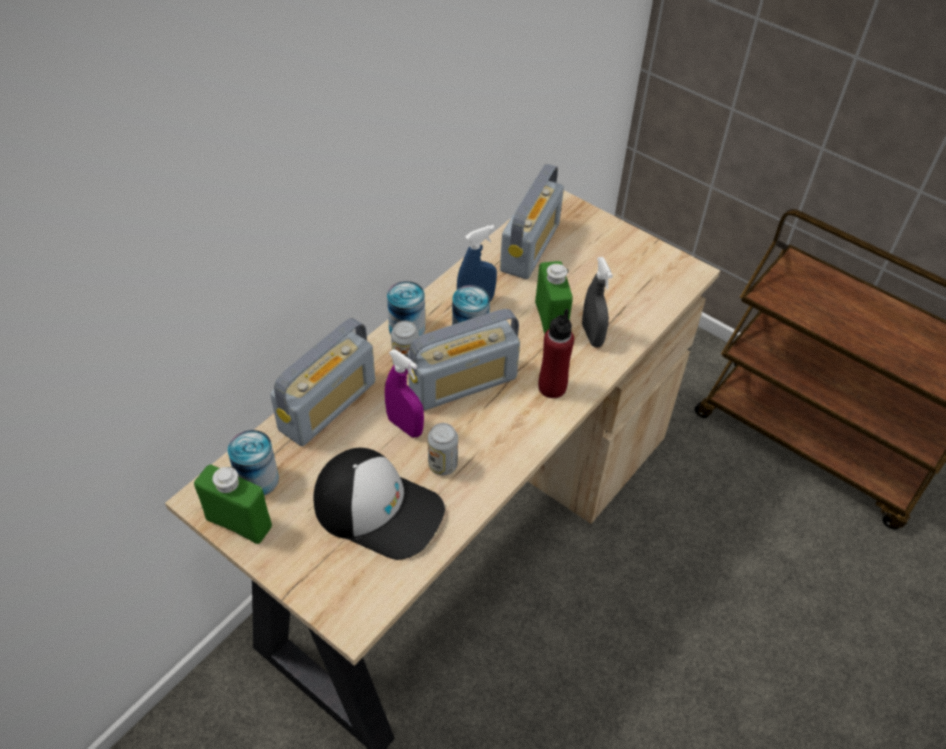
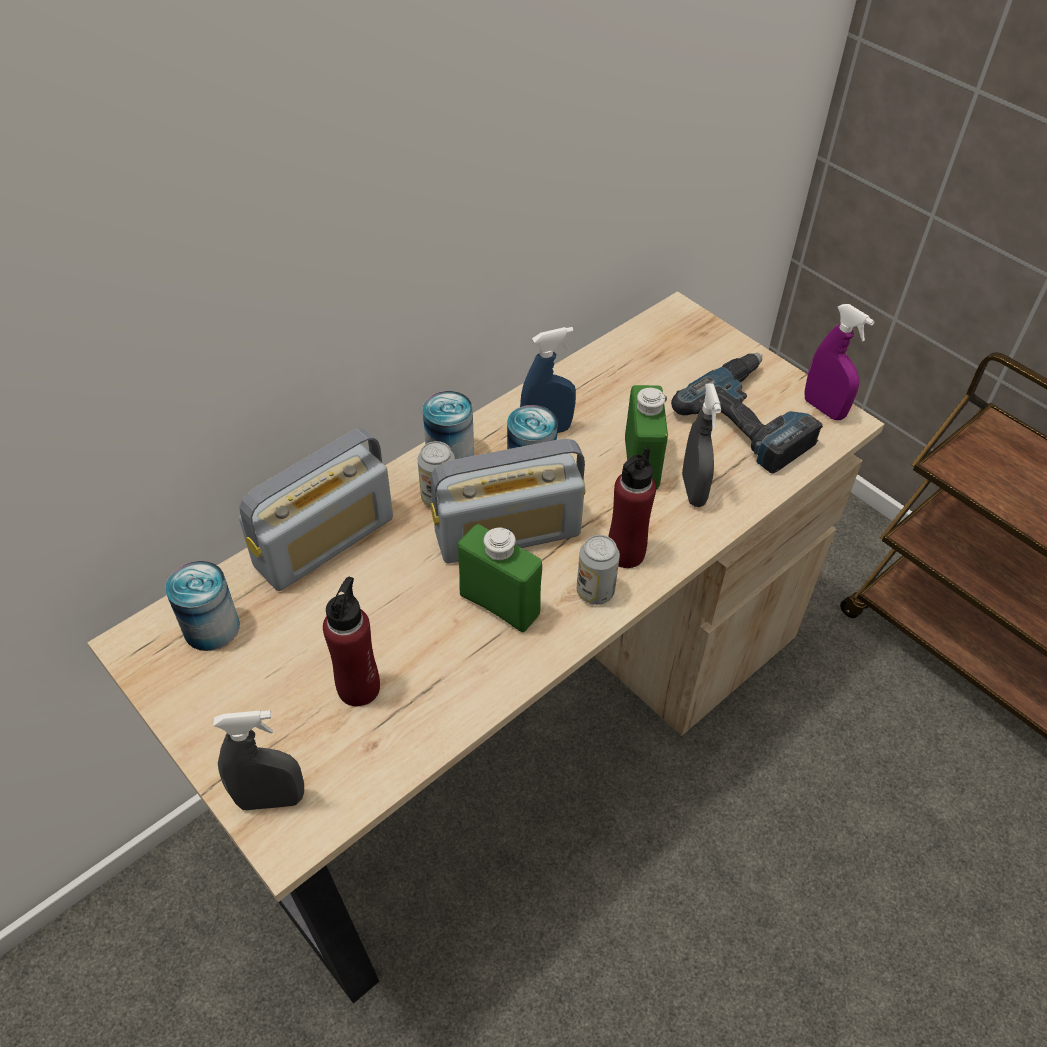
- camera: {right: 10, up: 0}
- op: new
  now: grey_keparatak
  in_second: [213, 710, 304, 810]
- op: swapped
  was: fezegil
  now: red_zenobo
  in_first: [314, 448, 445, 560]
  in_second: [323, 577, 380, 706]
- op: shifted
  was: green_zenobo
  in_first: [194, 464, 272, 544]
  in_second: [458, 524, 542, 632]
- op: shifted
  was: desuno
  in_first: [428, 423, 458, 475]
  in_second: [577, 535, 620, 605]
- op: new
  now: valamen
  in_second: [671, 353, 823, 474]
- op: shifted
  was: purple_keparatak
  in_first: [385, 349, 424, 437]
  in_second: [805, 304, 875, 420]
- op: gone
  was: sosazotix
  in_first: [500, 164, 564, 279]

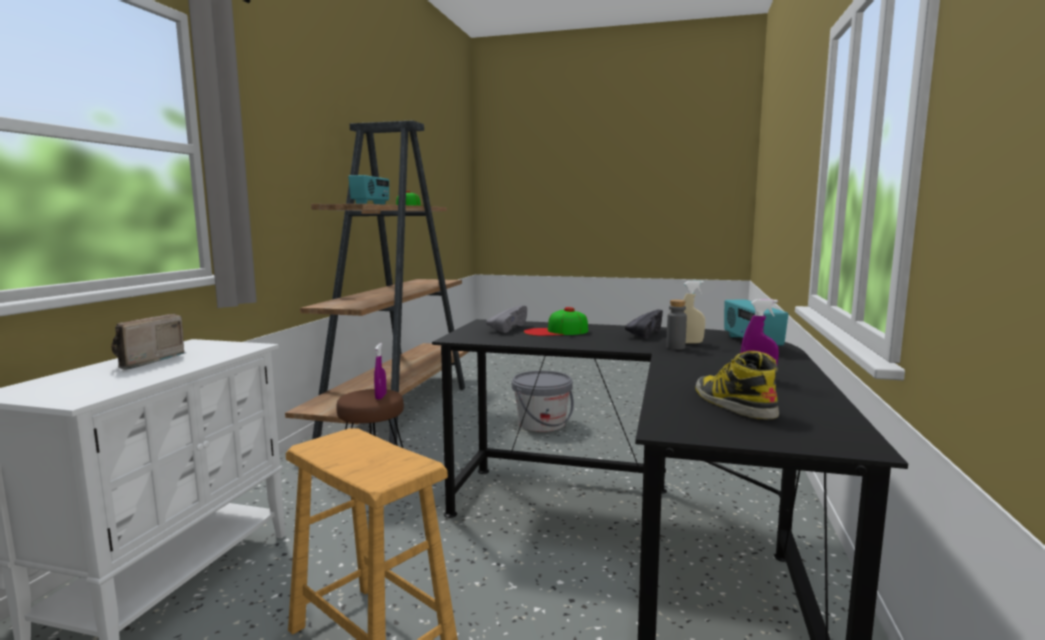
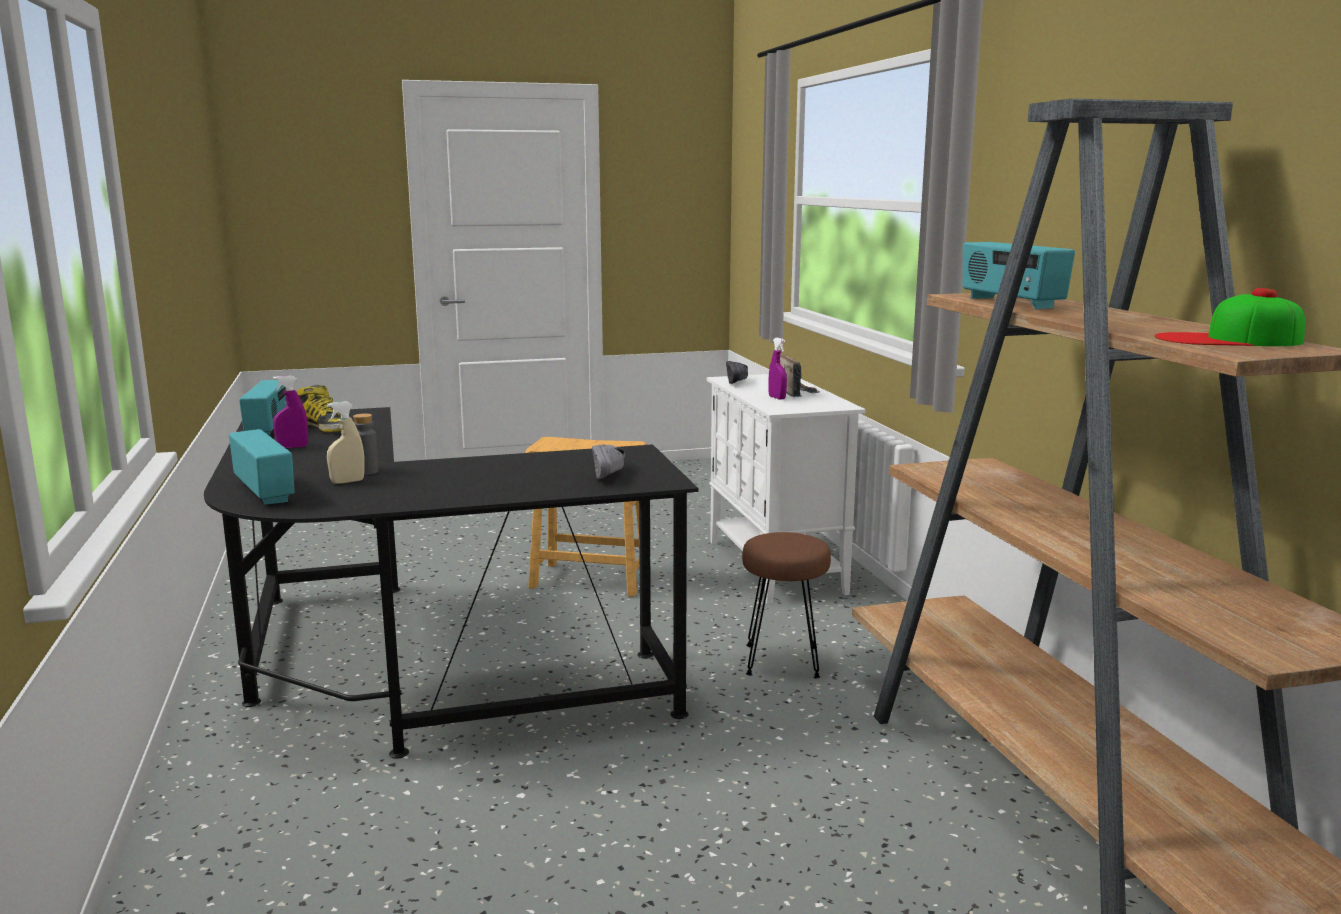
- camera: {right: 150, up: 5}
- op: new
  now: sosazotix
  in_second: [239, 380, 287, 436]
- op: shifted
  was: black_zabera
  in_first: [625, 310, 663, 339]
  in_second: [726, 361, 748, 384]
- op: shifted
  was: purple_keparatak
  in_first: [374, 343, 386, 399]
  in_second: [768, 338, 787, 399]
- op: gone
  was: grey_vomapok
  in_first: [512, 371, 574, 432]
- op: gone
  was: fezegil
  in_first: [524, 307, 588, 336]

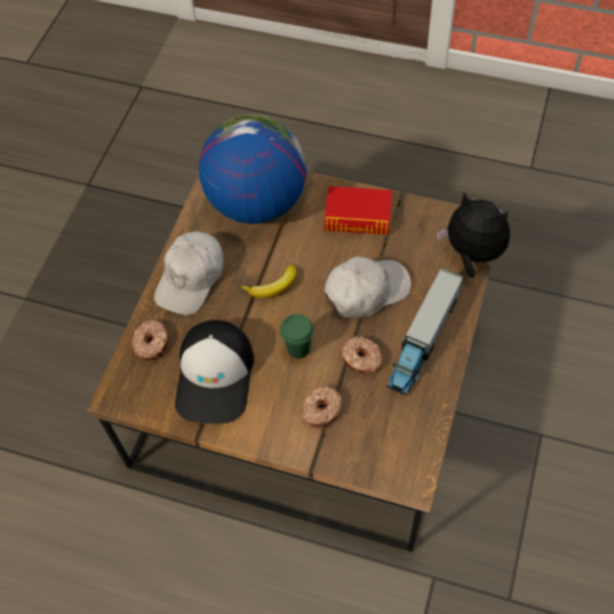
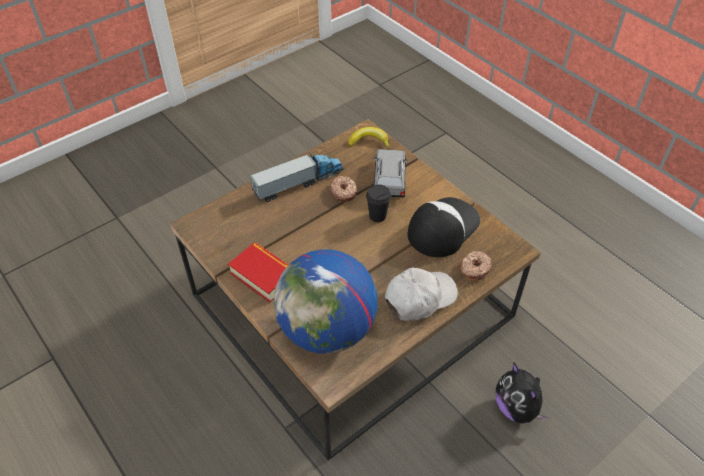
- camera: {right: -150, up: -10}
- op: shifted
  was: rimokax
  in_first: [240, 265, 297, 298]
  in_second: [348, 127, 390, 148]
- op: repainted
  was: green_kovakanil
  now: black_kovakanil
  in_first: [280, 314, 314, 359]
  in_second: [366, 185, 391, 222]
- op: swapped
  was: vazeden
  now: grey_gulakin
  in_first: [301, 385, 343, 428]
  in_second: [374, 149, 407, 198]
- op: shifted
  was: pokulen
  in_first: [436, 192, 510, 278]
  in_second: [496, 363, 548, 424]
- op: gone
  was: white_fezegil
  in_first: [324, 256, 411, 318]

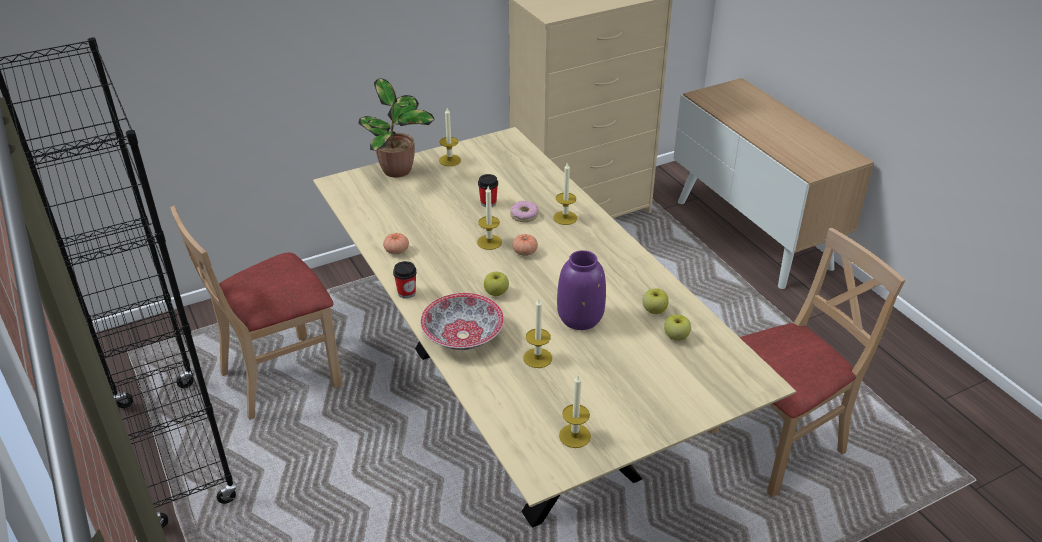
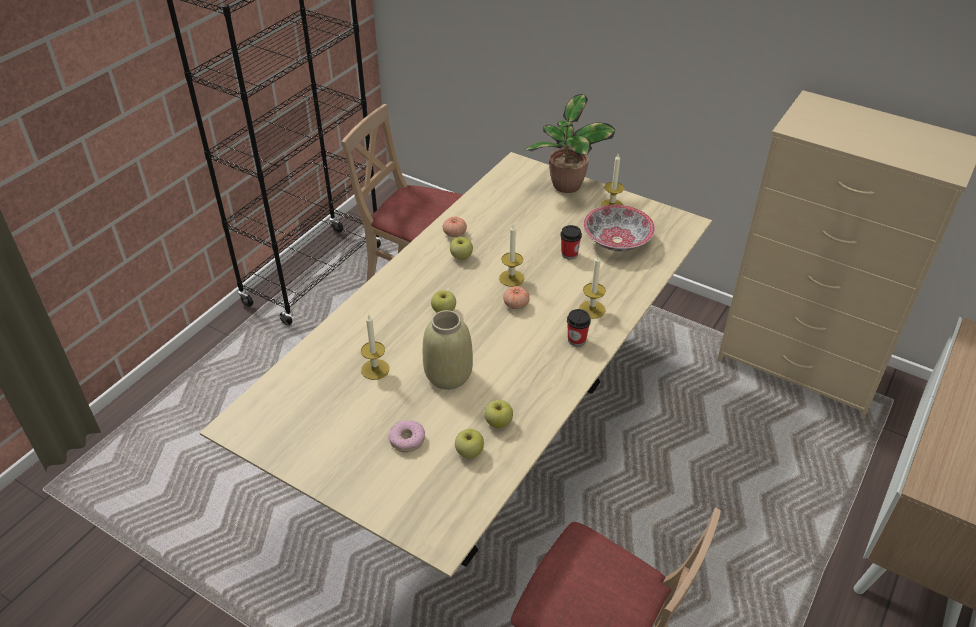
- camera: {right: 60, up: 5}
- op: shifted
  was: vazeden
  in_first: [510, 201, 539, 222]
  in_second: [389, 420, 425, 452]
- op: repainted
  was: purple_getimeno
  now: beige_getimeno
  in_first: [557, 250, 606, 330]
  in_second: [423, 310, 473, 390]
- op: new
  now: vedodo
  in_second: [450, 237, 473, 260]
- op: shifted
  was: kovakanil
  in_first: [393, 261, 417, 299]
  in_second: [567, 309, 591, 346]
- op: shifted
  was: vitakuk
  in_first: [420, 293, 504, 350]
  in_second: [583, 205, 655, 251]
- op: gone
  was: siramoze
  in_first: [559, 375, 591, 448]

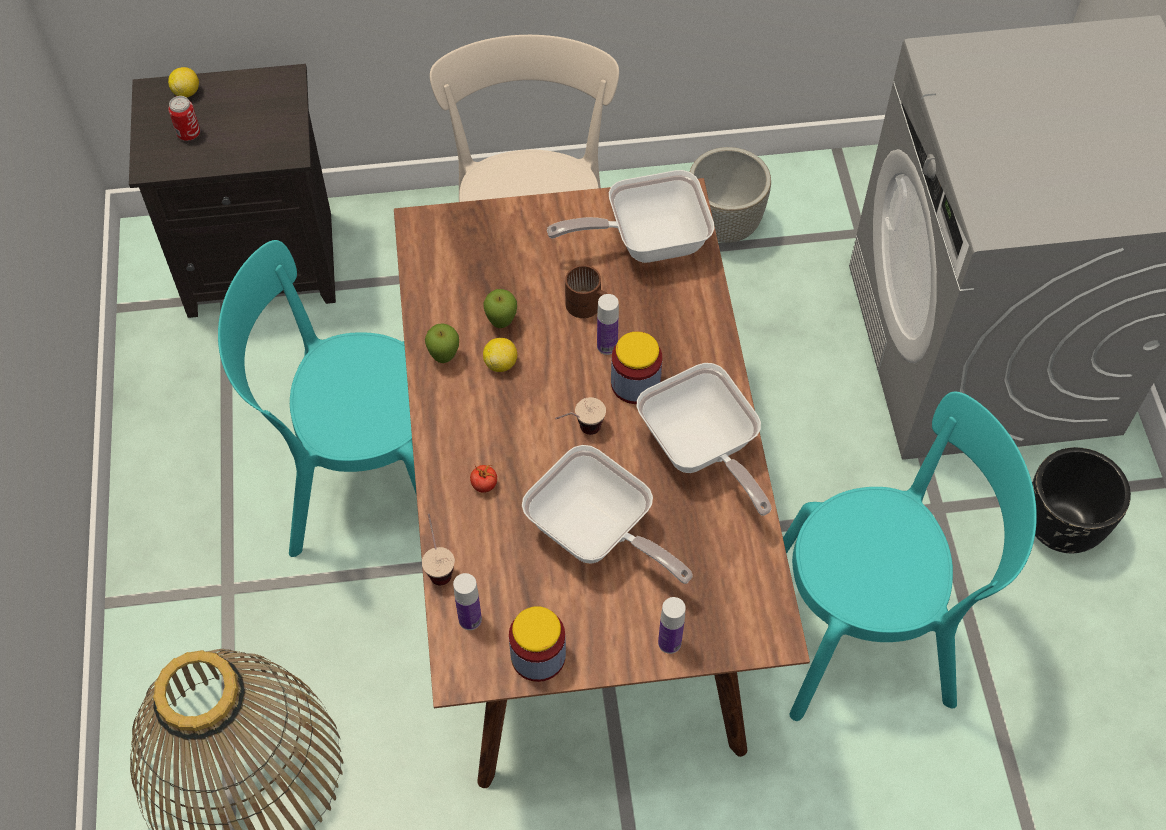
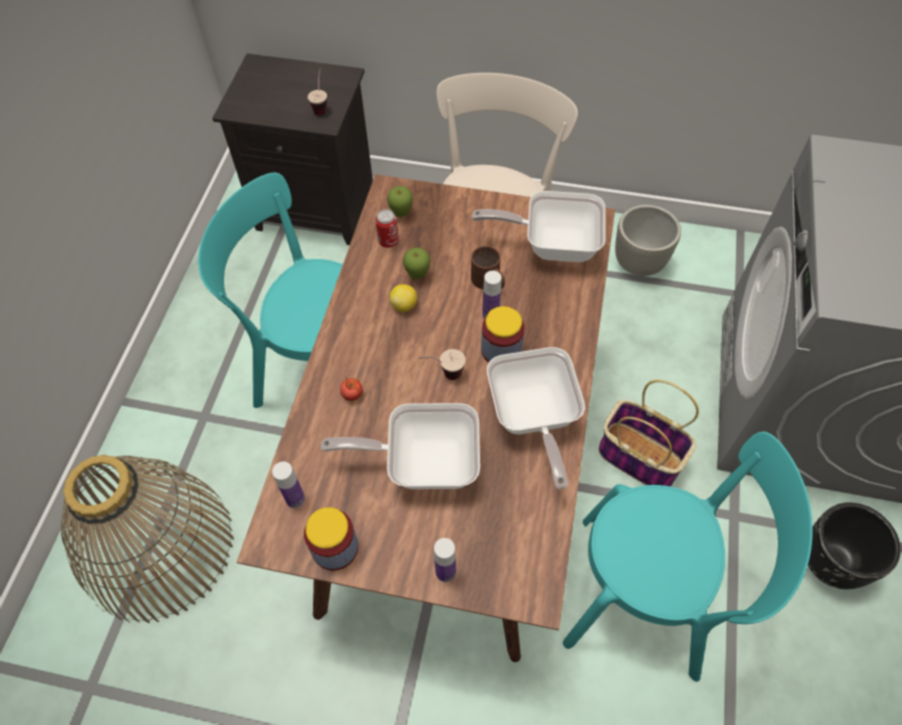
- camera: {right: 20, up: 0}
- op: shifted
  was: kovakanil
  in_first: [422, 514, 455, 585]
  in_second: [308, 68, 327, 115]
- op: rotated
  was: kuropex
  in_first: [522, 445, 693, 584]
  in_second: [321, 403, 480, 489]
  clockwise: 120
- op: shifted
  was: desuno
  in_first: [168, 96, 200, 141]
  in_second: [375, 209, 399, 248]
- op: shifted
  was: vedodo
  in_first: [425, 323, 459, 363]
  in_second: [387, 186, 413, 217]
- op: new
  now: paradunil
  in_second: [599, 380, 699, 487]
- op: gone
  was: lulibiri
  in_first: [168, 67, 199, 97]

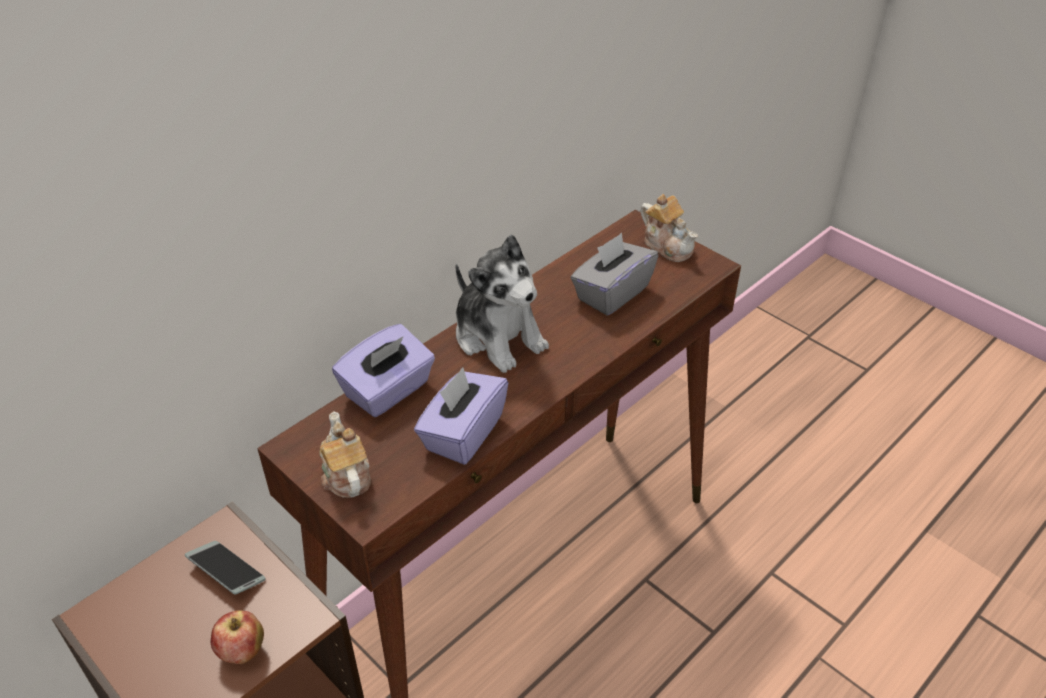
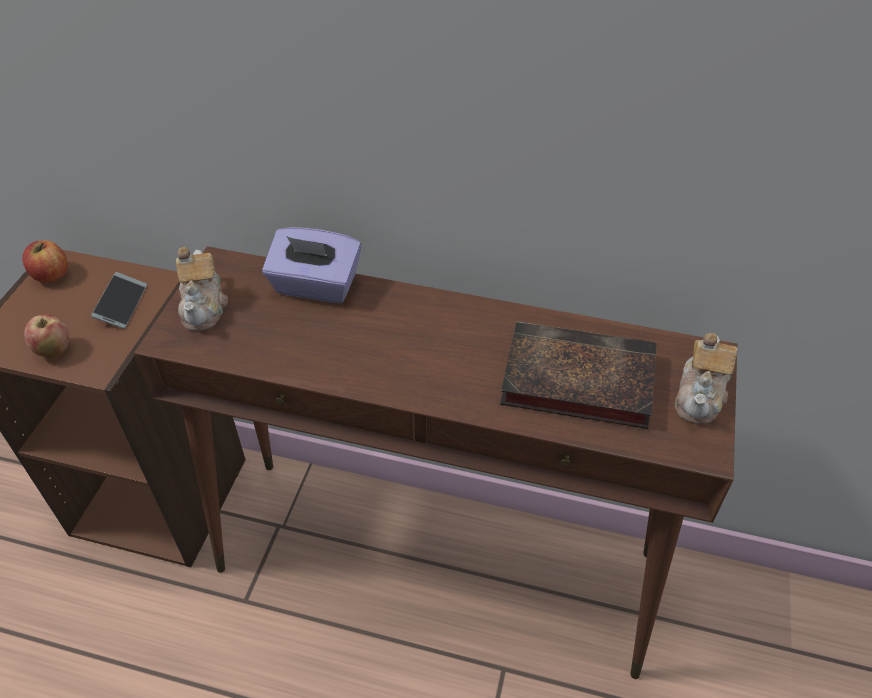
- camera: {right: 60, up: 5}
- op: new
  now: vedodo
  in_second: [22, 240, 68, 283]
- op: rotated
  was: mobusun
  in_first: [319, 411, 371, 498]
  in_second: [176, 247, 228, 331]
  clockwise: 135
- op: swapped
  was: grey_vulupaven
  now: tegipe
  in_first: [571, 233, 658, 315]
  in_second: [500, 322, 657, 429]
- op: gone
  was: purple_vulupaven
  in_first: [414, 367, 508, 465]
- op: gone
  was: pokulen
  in_first: [456, 234, 549, 373]

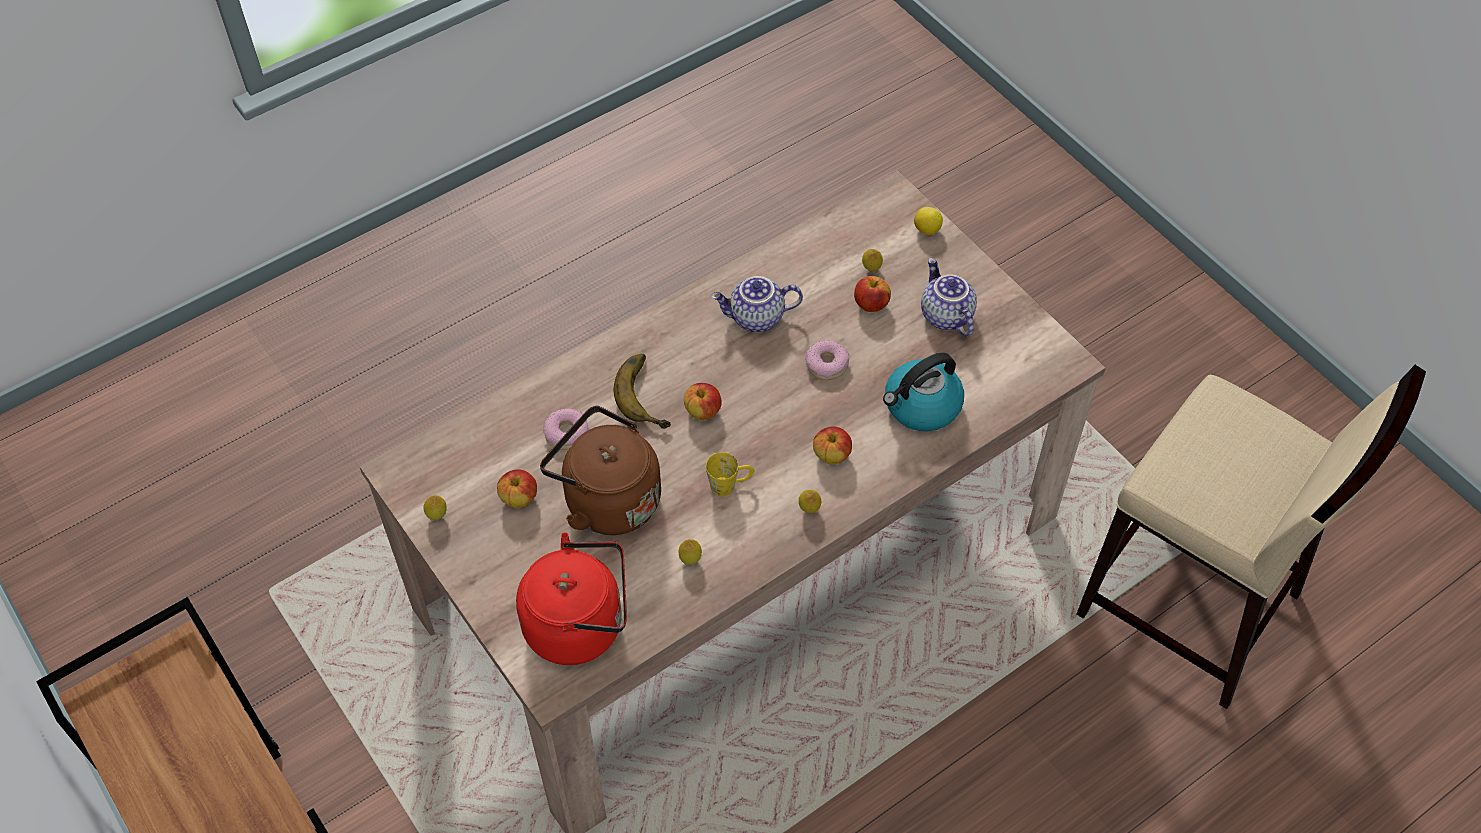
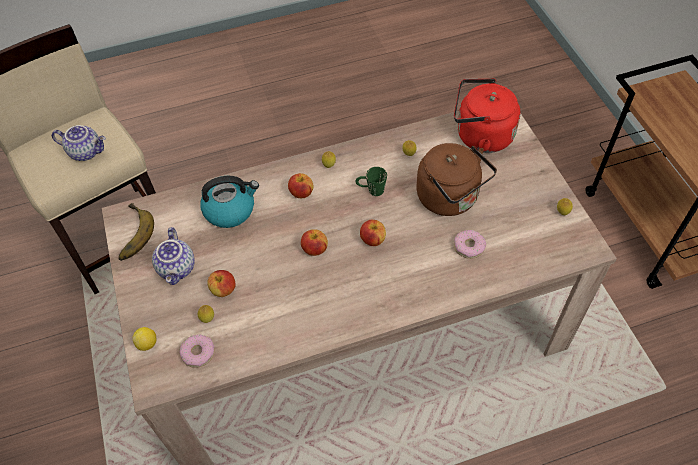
- camera: {right: -160, up: 0}
- op: shifted
  was: mobusun
  in_first: [711, 276, 803, 332]
  in_second: [52, 125, 106, 161]
- op: shifted
  was: rimokax
  in_first: [614, 354, 671, 429]
  in_second: [118, 203, 154, 261]
- op: shifted
  was: vazeden
  in_first: [805, 340, 849, 380]
  in_second: [179, 334, 214, 368]
- op: shifted
  was: vedodo
  in_first: [497, 469, 537, 508]
  in_second: [301, 229, 328, 256]
- op: repainted
  was: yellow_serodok
  now: green_serodok
  in_first: [706, 452, 754, 496]
  in_second: [355, 167, 387, 196]

